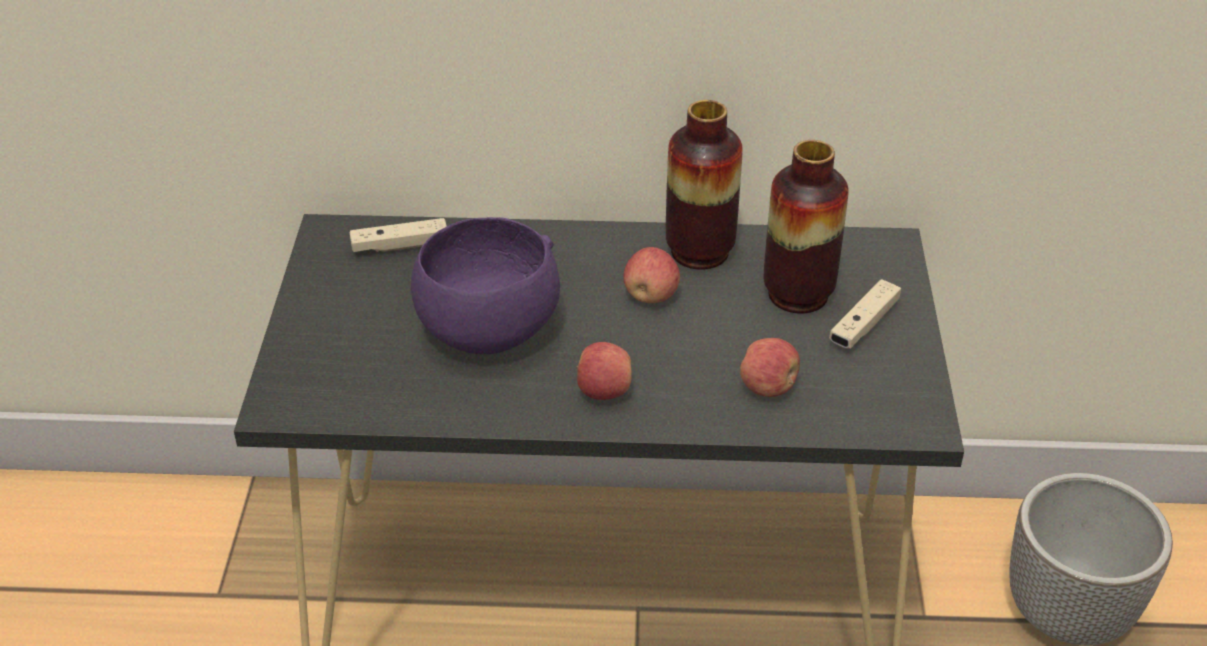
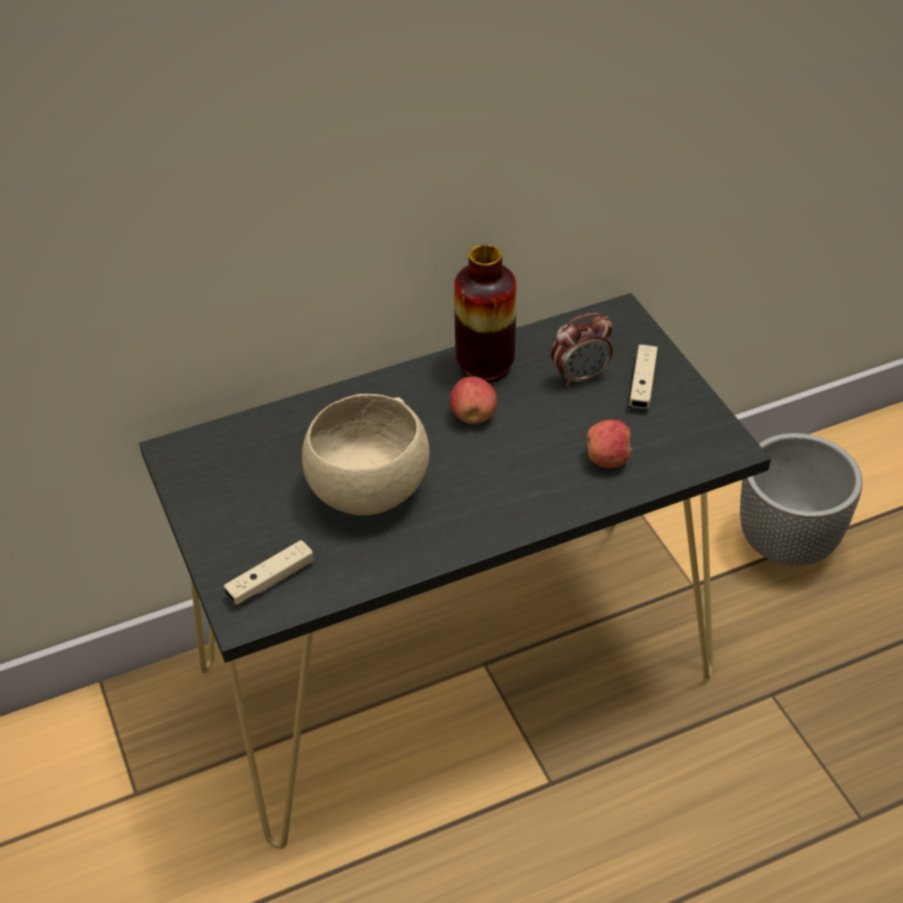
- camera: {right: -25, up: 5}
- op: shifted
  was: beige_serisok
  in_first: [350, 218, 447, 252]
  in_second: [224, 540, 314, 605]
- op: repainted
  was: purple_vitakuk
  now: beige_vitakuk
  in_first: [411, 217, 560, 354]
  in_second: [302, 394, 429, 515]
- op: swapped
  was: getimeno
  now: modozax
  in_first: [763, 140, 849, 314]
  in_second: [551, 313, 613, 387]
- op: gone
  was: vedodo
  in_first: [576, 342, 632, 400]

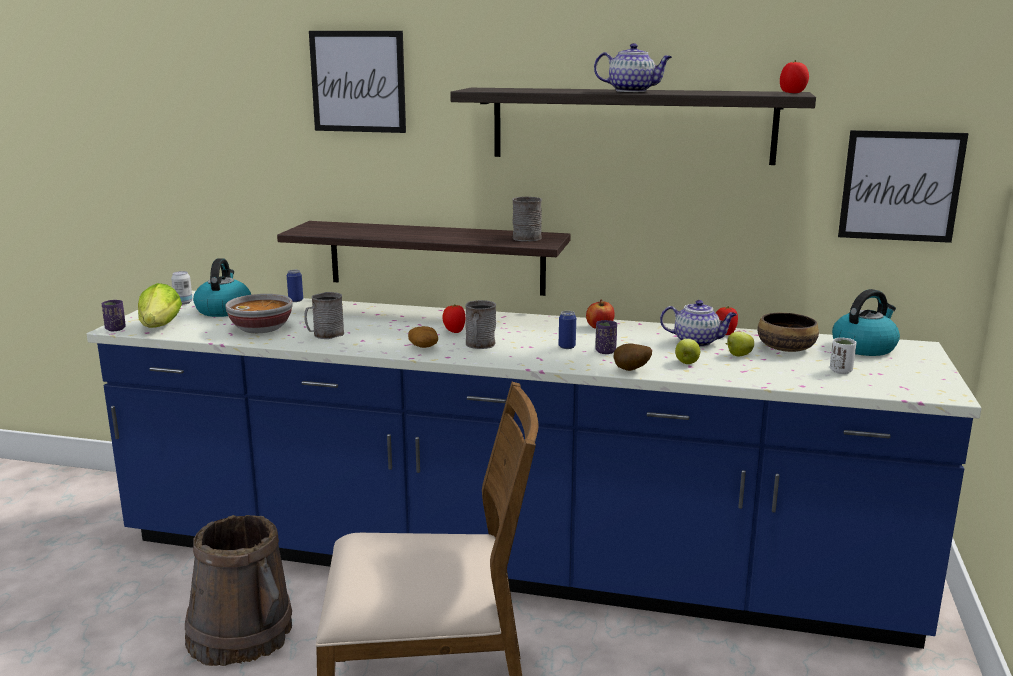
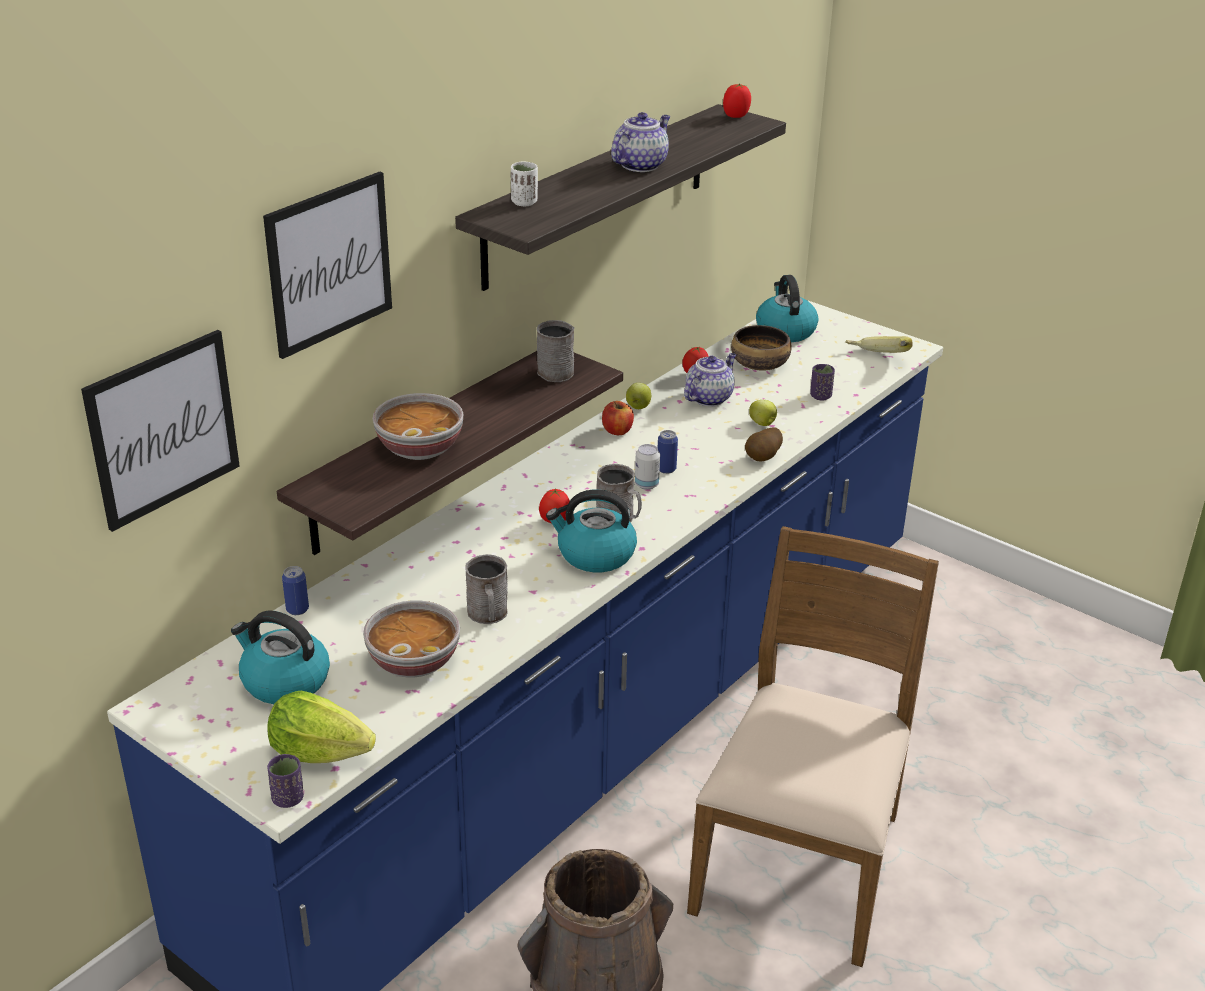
- camera: {right: -65, up: 15}
- op: shifted
  was: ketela
  in_first: [838, 130, 969, 243]
  in_second: [81, 330, 240, 532]
- op: new
  now: vitakuk
  in_second: [373, 393, 463, 460]
- op: shifted
  was: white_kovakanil
  in_first: [830, 338, 857, 374]
  in_second: [511, 162, 538, 206]
- op: swapped
  was: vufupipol
  now: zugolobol
  in_first: [408, 326, 438, 348]
  in_second: [546, 490, 637, 573]
- op: shifted
  was: vedodo
  in_first: [726, 332, 754, 356]
  in_second: [626, 383, 651, 409]
- op: shifted
  was: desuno
  in_first: [171, 271, 193, 305]
  in_second: [635, 444, 660, 490]
- op: shifted
  was: purple_kovakanil
  in_first: [595, 320, 617, 354]
  in_second: [810, 364, 835, 401]
- op: new
  now: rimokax
  in_second: [845, 336, 913, 353]

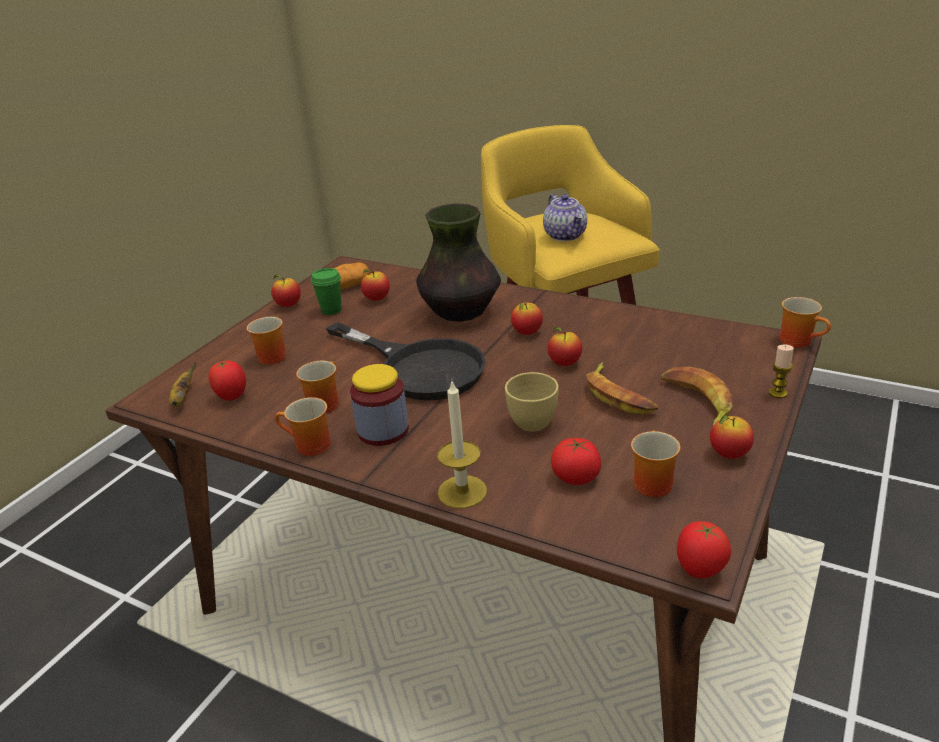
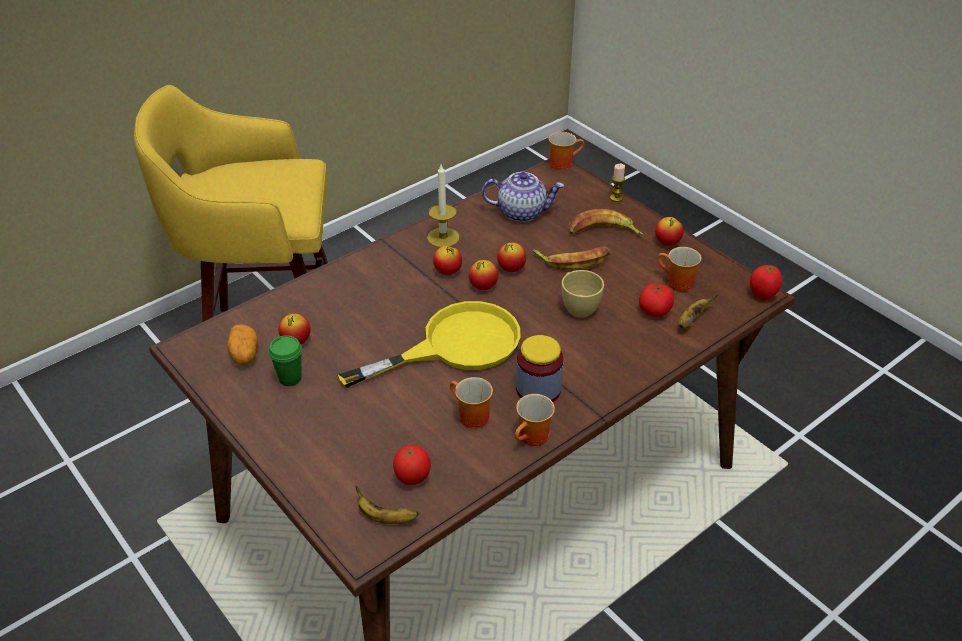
- camera: {right: -70, up: 10}
- op: repainted
  was: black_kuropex
  now: yellow_kuropex
  in_first: [326, 322, 486, 401]
  in_second: [338, 301, 521, 388]
- op: shifted
  was: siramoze
  in_first: [437, 379, 487, 509]
  in_second: [427, 165, 460, 247]
- op: shifted
  was: vedodo
  in_first: [271, 274, 301, 307]
  in_second: [469, 260, 498, 290]
- op: shifted
  was: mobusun
  in_first: [543, 194, 587, 241]
  in_second: [482, 172, 564, 222]
- op: new
  now: rimokax
  in_second: [678, 295, 718, 329]
- op: gone
  was: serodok
  in_first: [247, 317, 286, 365]
- op: gone
  was: getimeno
  in_first: [416, 203, 501, 322]

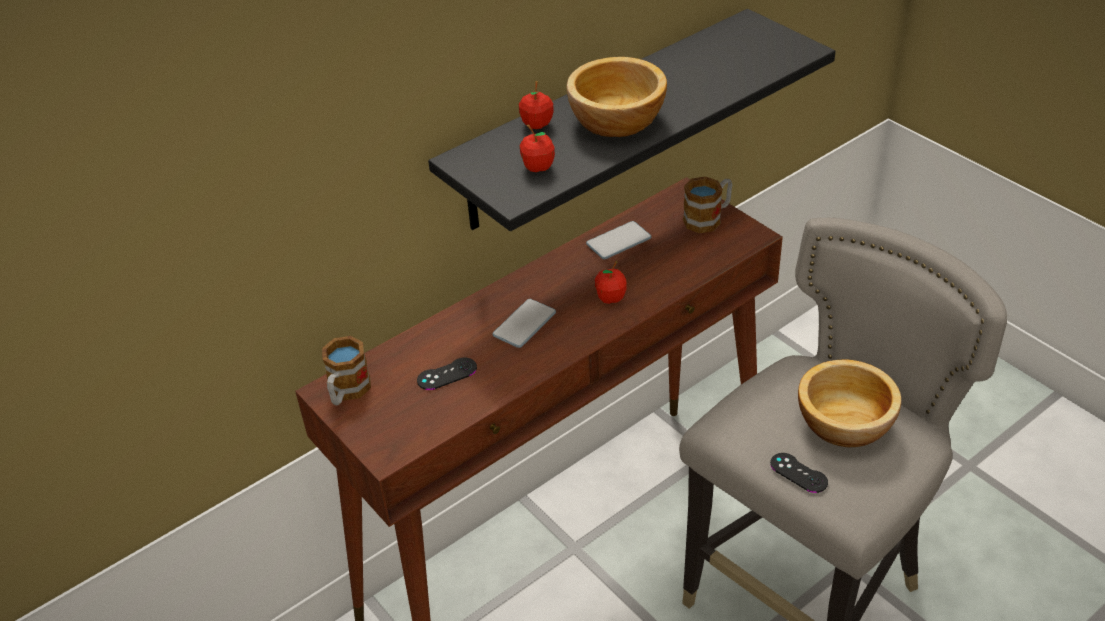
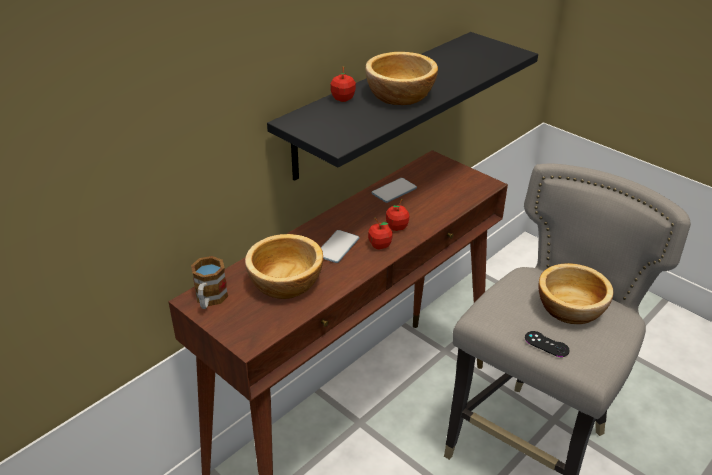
- camera: {right: -10, up: -5}
- op: swapped
  was: black_serisok
  now: vitakuk
  in_first: [417, 358, 477, 390]
  in_second: [245, 234, 323, 299]
- op: shifted
  was: vedodo
  in_first: [519, 125, 555, 172]
  in_second: [368, 217, 393, 249]
- op: gone
  was: serodok
  in_first: [683, 176, 732, 233]

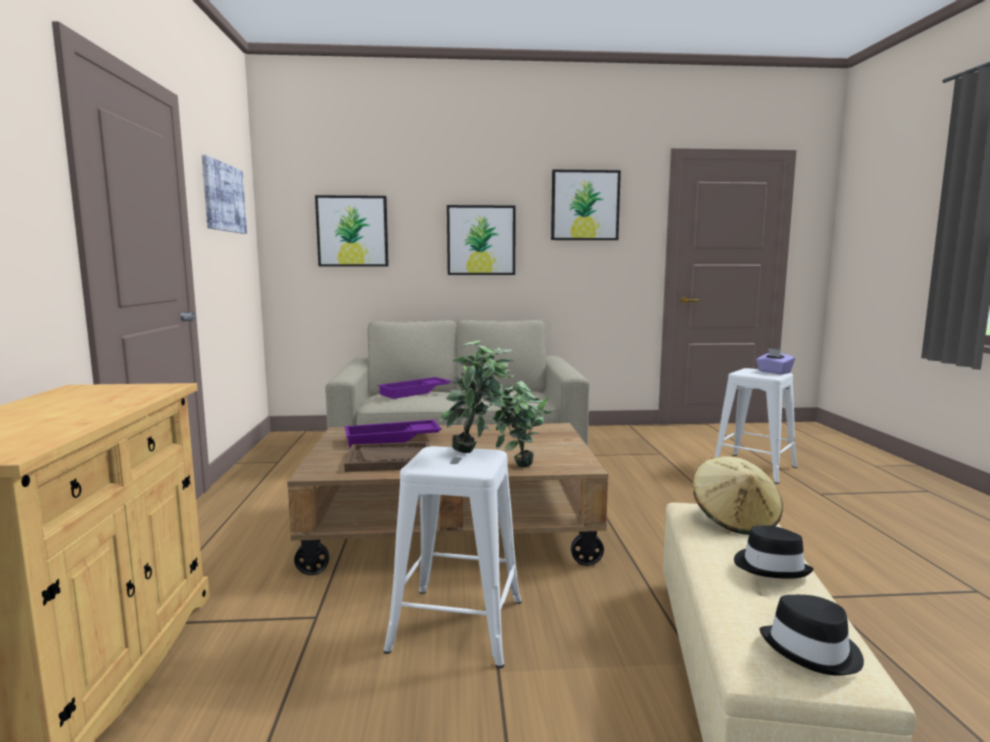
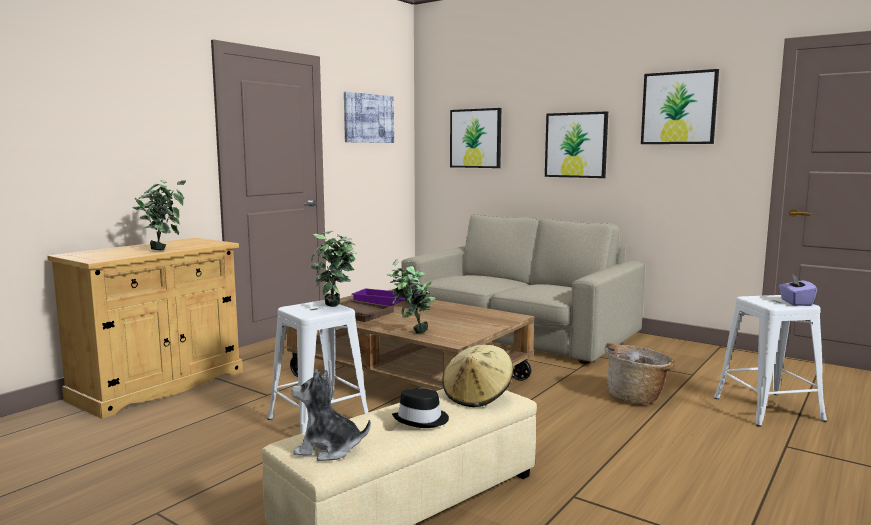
- camera: {right: 40, up: 0}
- op: new
  now: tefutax
  in_second: [132, 180, 186, 250]
- op: swapped
  was: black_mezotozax
  now: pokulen
  in_first: [759, 595, 864, 676]
  in_second: [291, 369, 371, 461]
- op: new
  now: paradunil
  in_second: [605, 343, 674, 404]
- op: gone
  was: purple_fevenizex
  in_first: [378, 377, 451, 399]

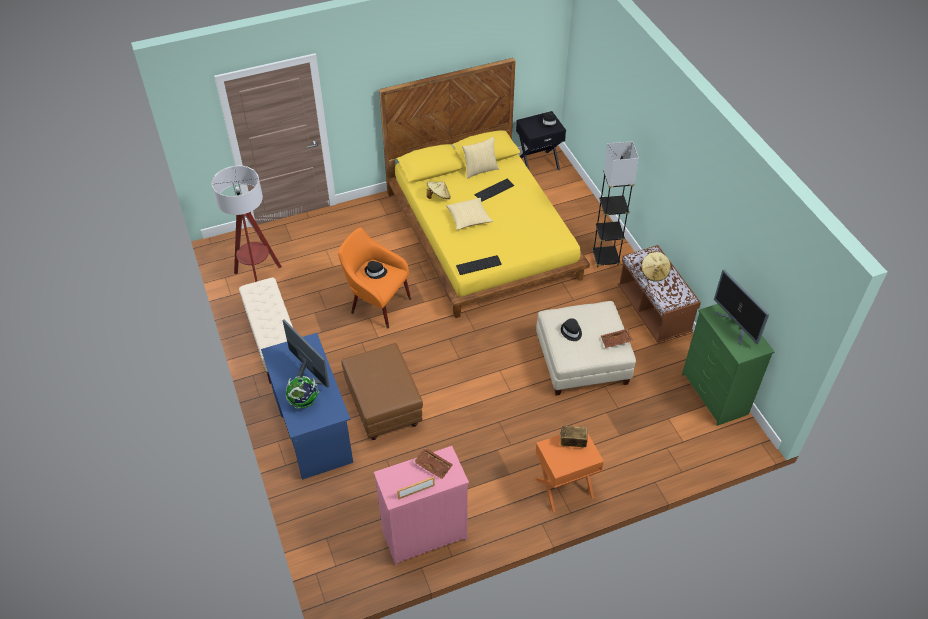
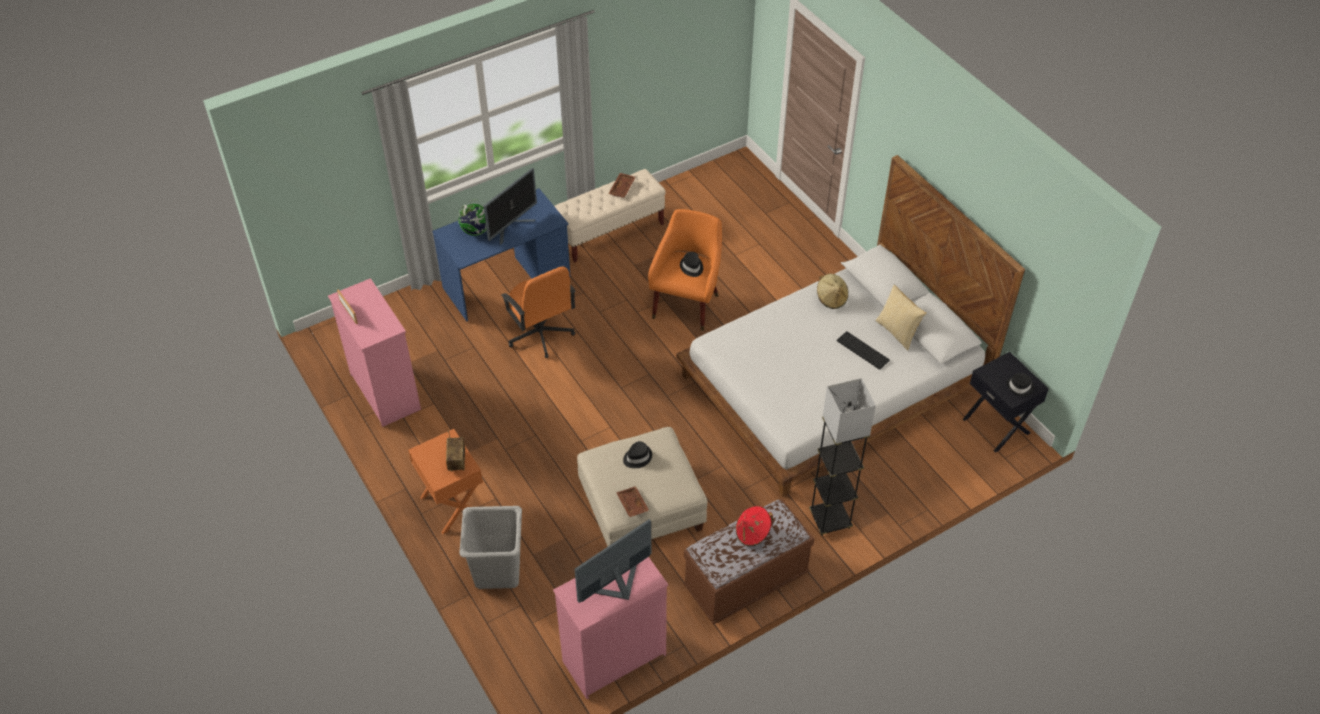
- camera: {right: 80, up: 0}
- op: new
  now: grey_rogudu
  in_second: [459, 506, 522, 589]
- op: swapped
  was: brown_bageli
  now: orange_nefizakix
  in_first: [342, 343, 423, 440]
  in_second: [501, 266, 576, 358]
- op: repainted
  was: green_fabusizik
  now: pink_fabusizik
  in_first: [682, 304, 775, 426]
  in_second: [553, 557, 668, 699]
- op: shifted
  was: brown_fevenizex
  in_first: [414, 448, 453, 479]
  in_second: [609, 173, 635, 198]
- op: repainted
  was: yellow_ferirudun
  now: white_ferirudun
  in_first: [379, 58, 590, 318]
  in_second: [677, 155, 1025, 497]
- op: repainted
  was: beige_mezotozax
  now: red_mezotozax
  in_first: [641, 251, 671, 282]
  in_second: [736, 506, 773, 546]
- op: gone
  was: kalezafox
  in_first: [212, 166, 282, 282]
- op: gone
  was: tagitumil
  in_first: [446, 198, 493, 230]
- op: gone
  was: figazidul
  in_first: [456, 255, 502, 275]

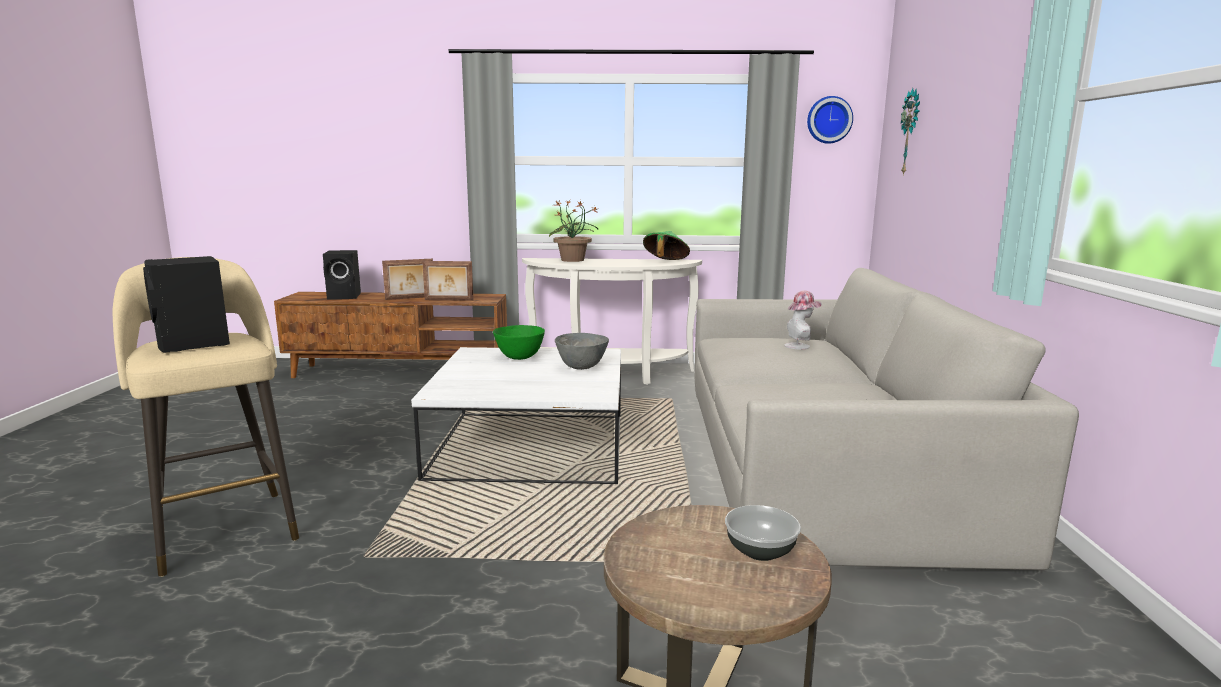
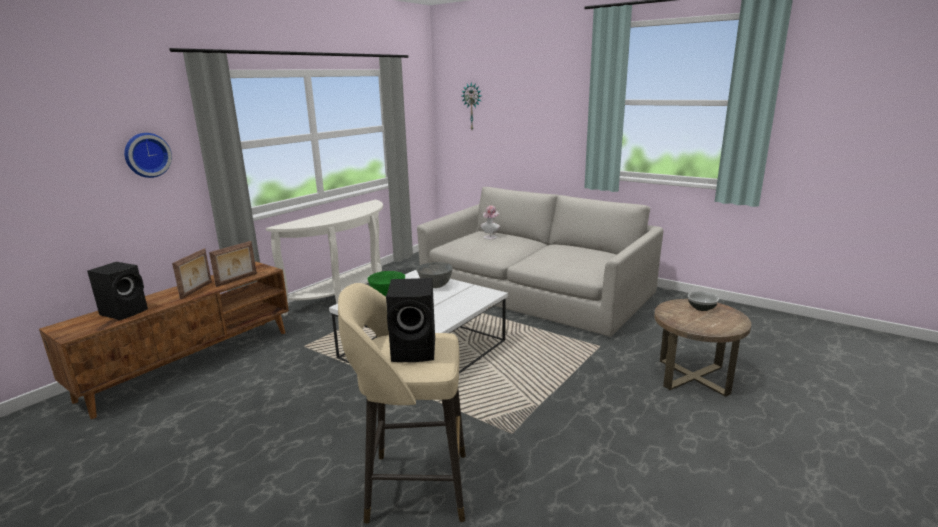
- camera: {right: -55, up: 5}
- op: shifted
  was: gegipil
  in_first: [807, 96, 853, 144]
  in_second: [124, 133, 172, 178]
- op: gone
  was: tefutax
  in_first: [549, 200, 598, 262]
- op: gone
  was: green_mezotozax
  in_first: [643, 231, 690, 260]

